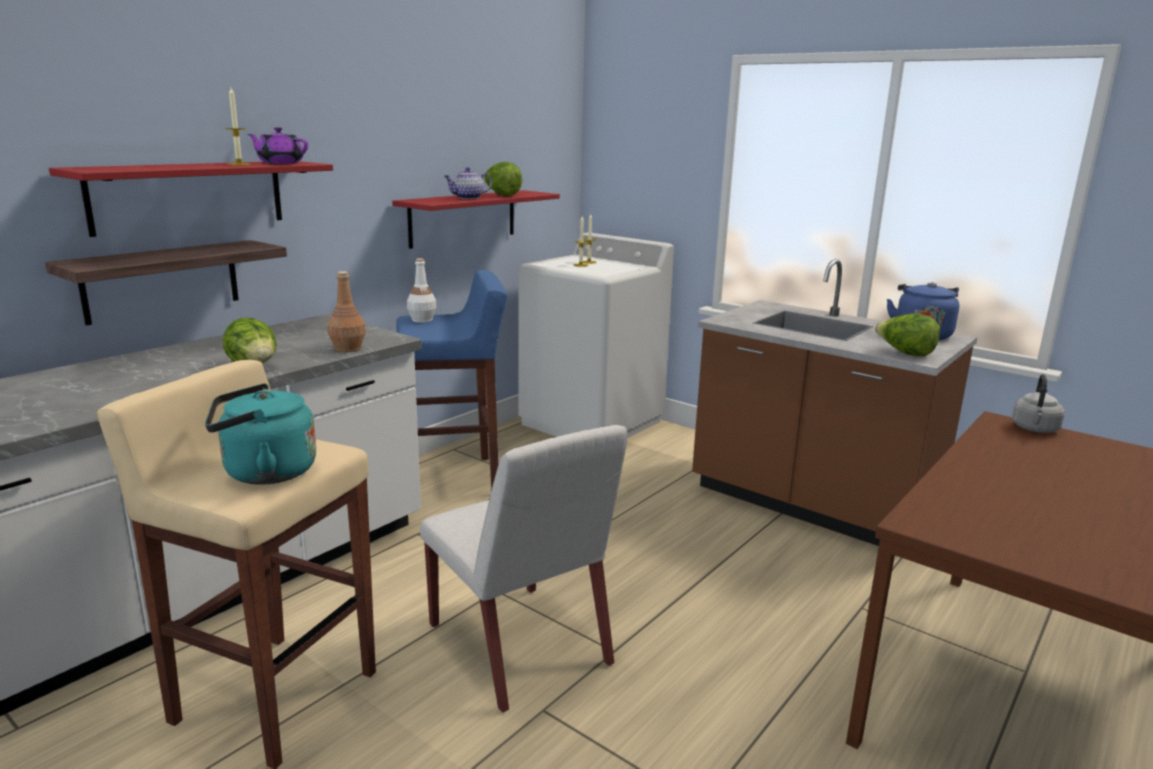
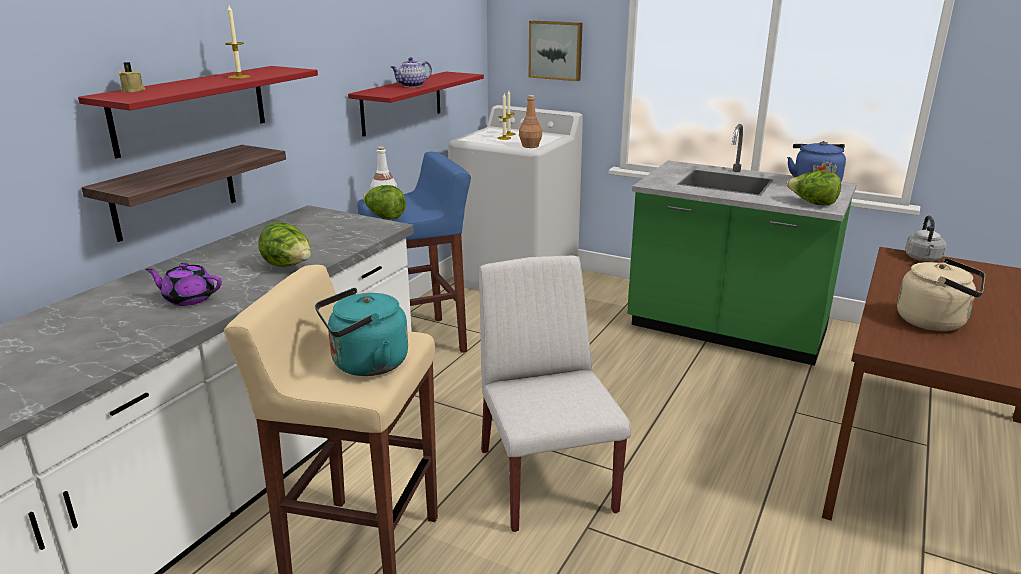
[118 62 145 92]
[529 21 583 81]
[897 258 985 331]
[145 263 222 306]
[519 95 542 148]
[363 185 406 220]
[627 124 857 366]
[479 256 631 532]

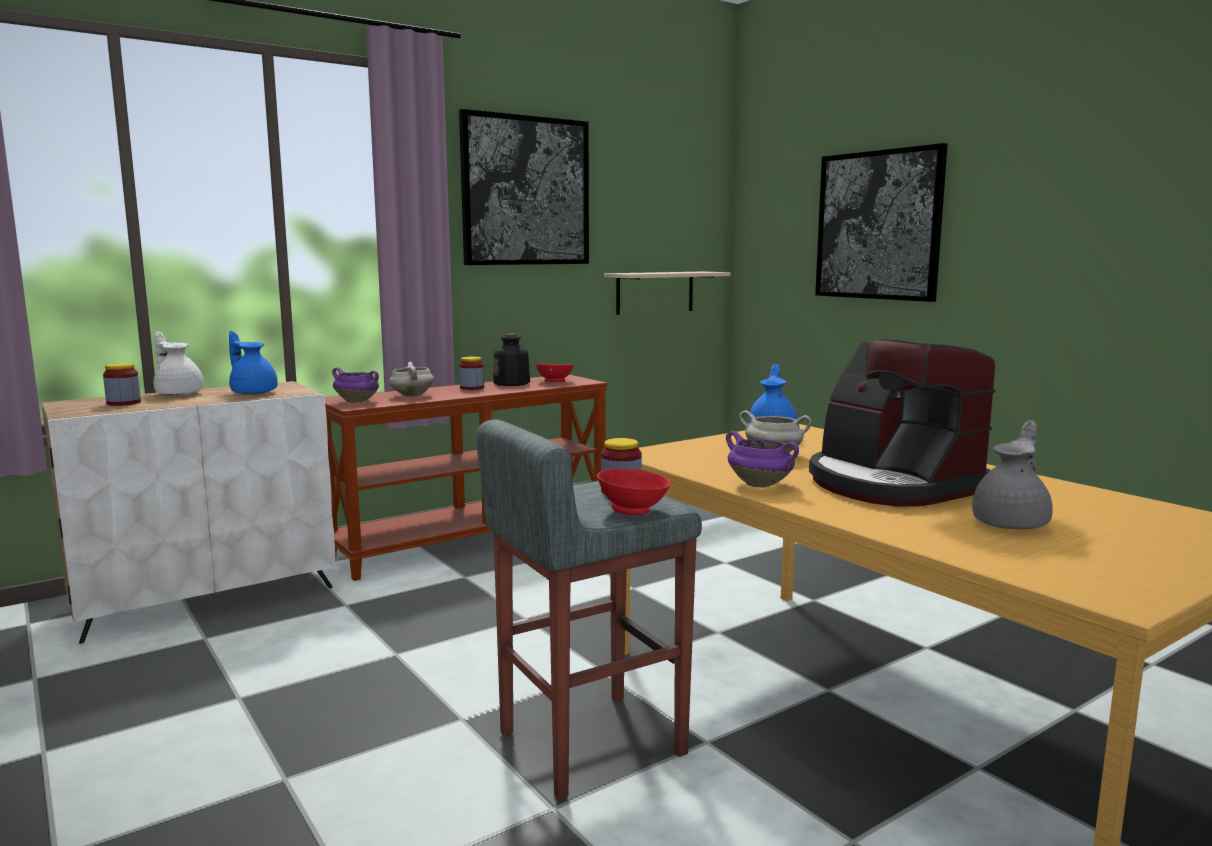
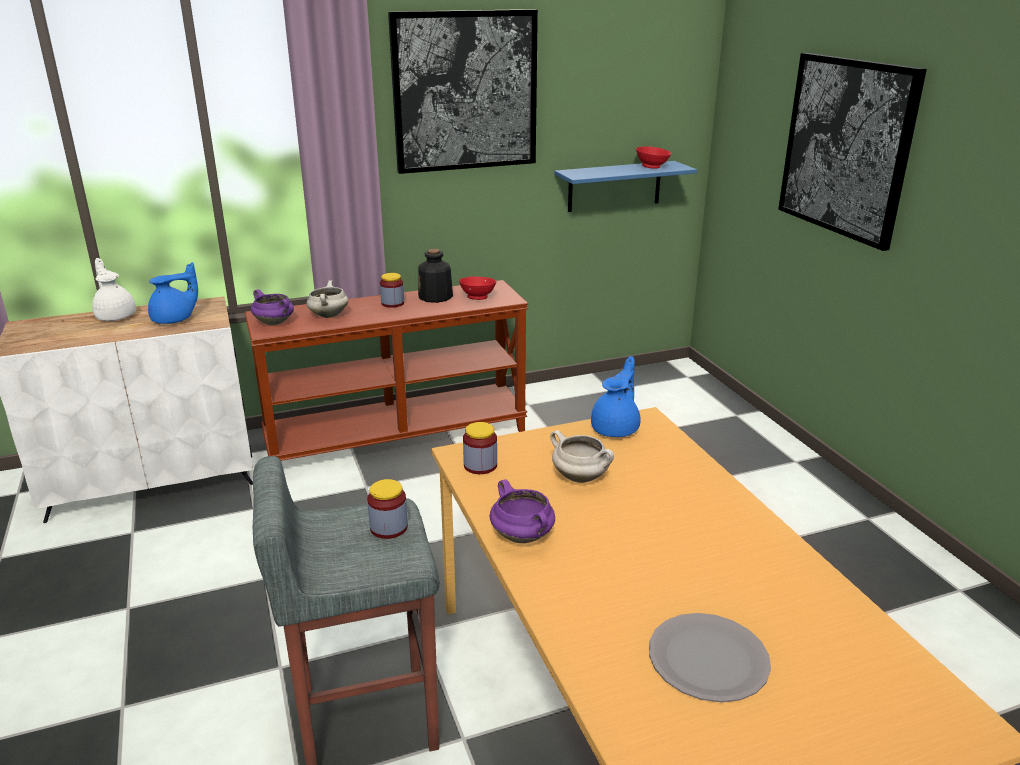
[809 338 996 507] (first image)
[463 422 497 474]
[636 146 672 169]
[649 613 771 703]
[554 161 697 212]
[148 262 198 324]

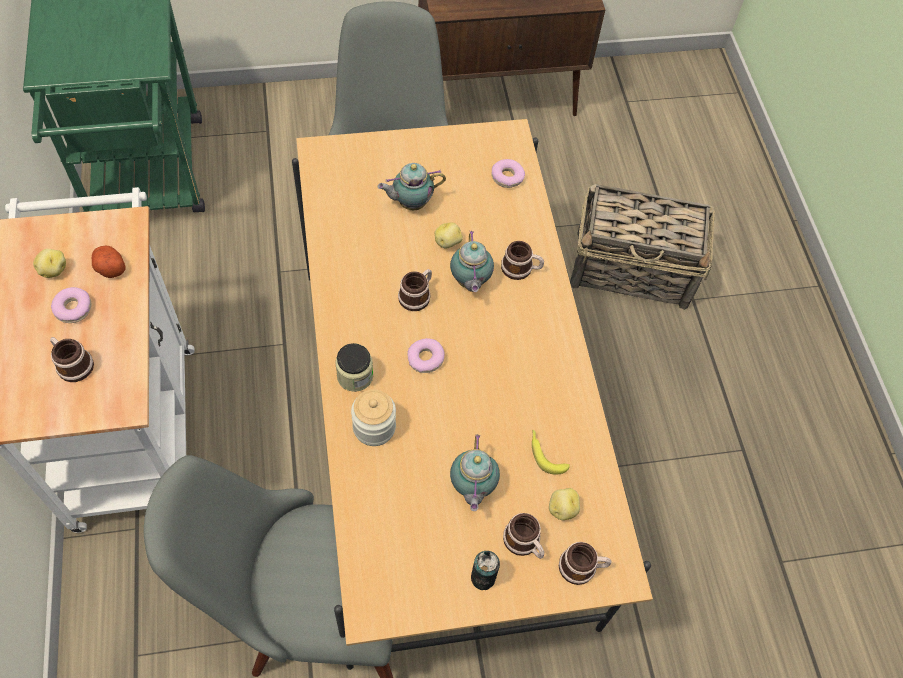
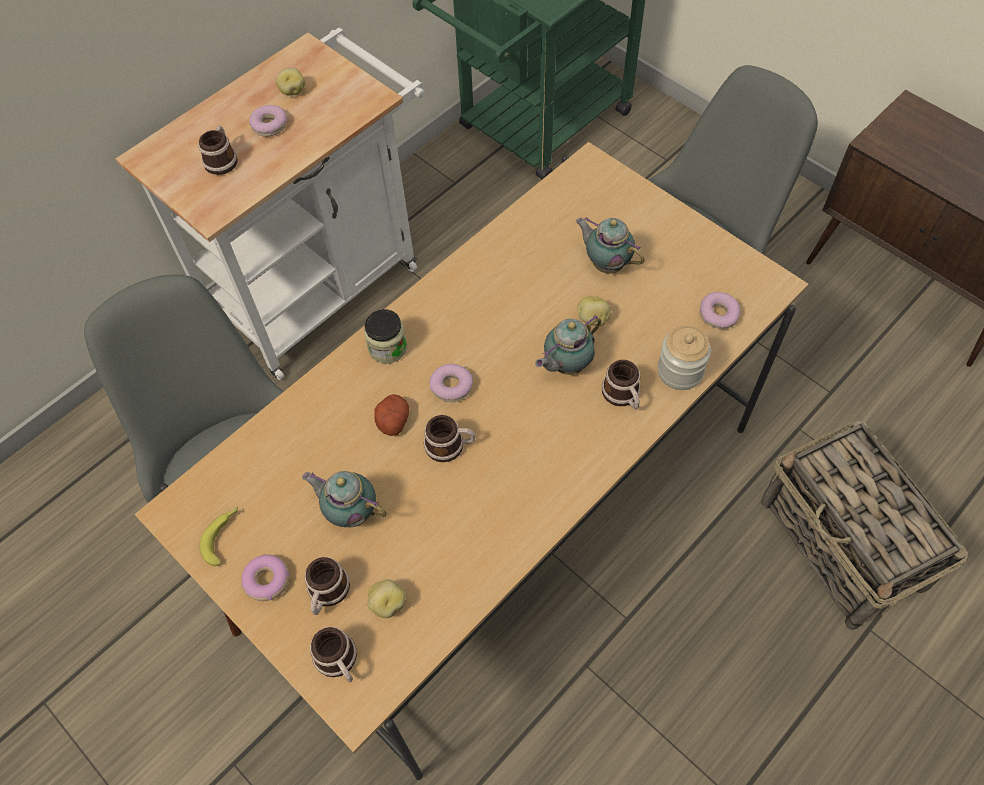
[374 394 409 436]
[658 326 711 390]
[424 415 476 462]
[199 507 238 566]
[241 555 290 601]
[302 471 387 527]

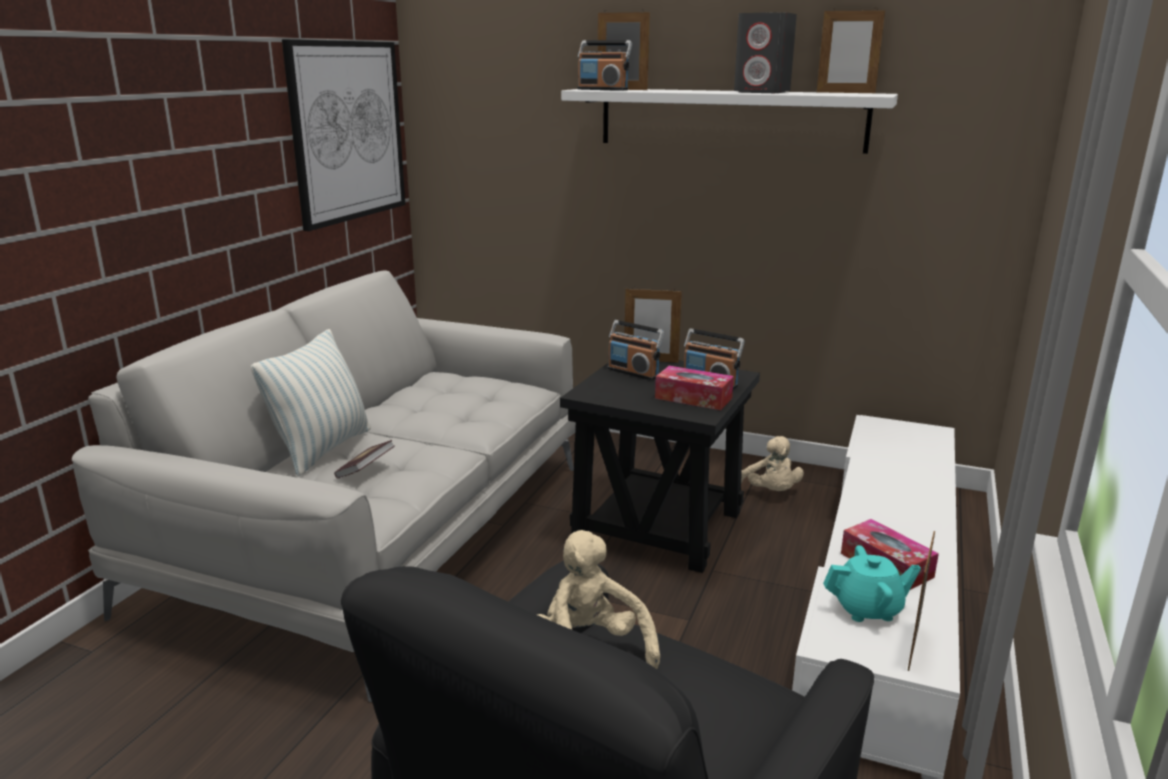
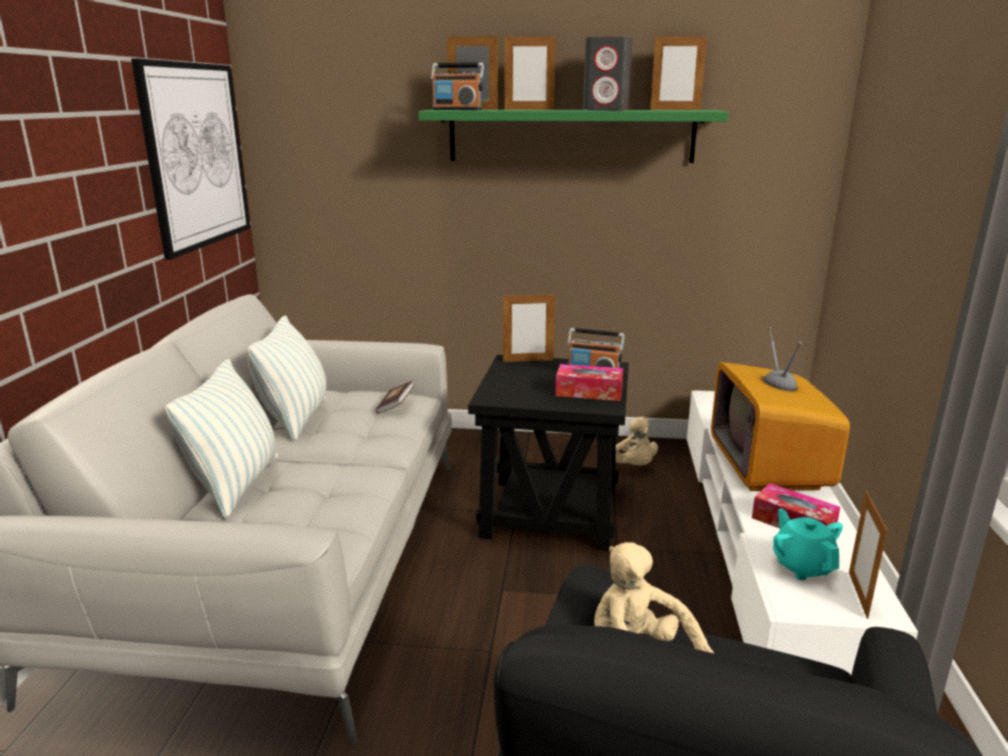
[608 320 664 380] (first image)
[247 316 327 441]
[505 34 556 110]
[711 327 850 491]
[376 381 415 414]
[418 109 729 163]
[773 509 843 580]

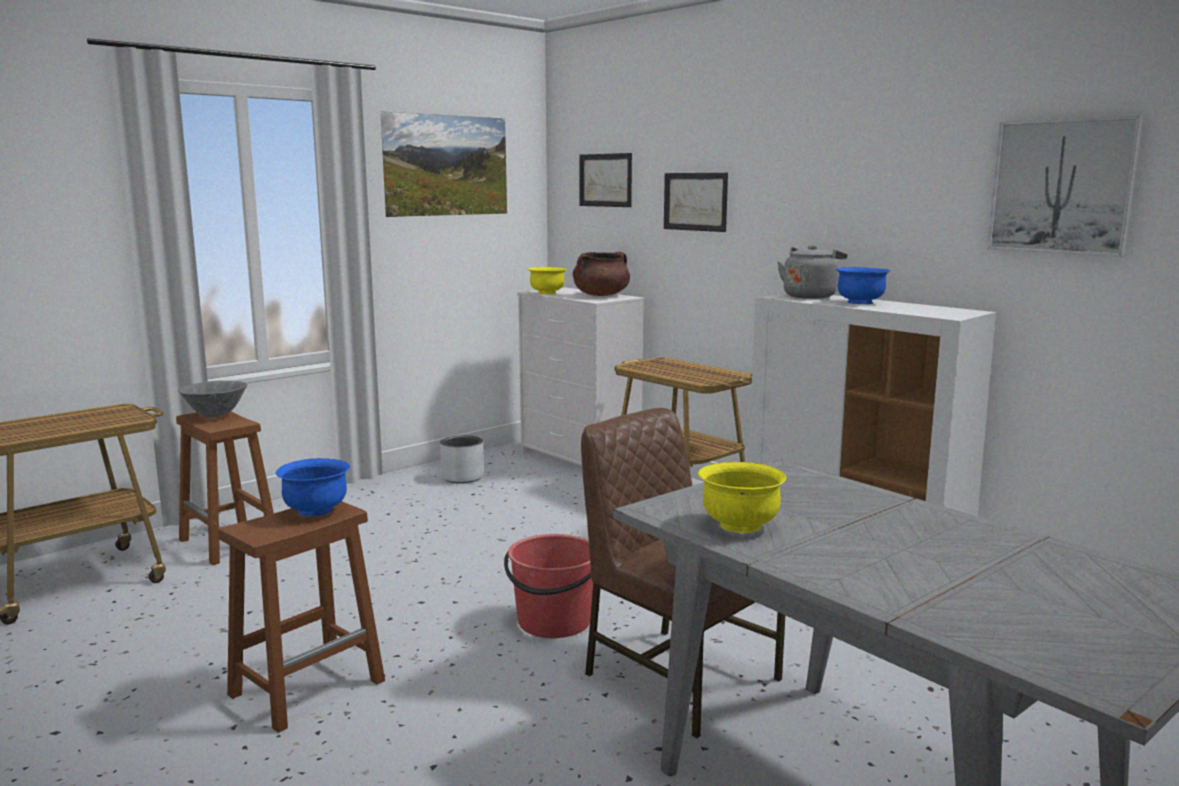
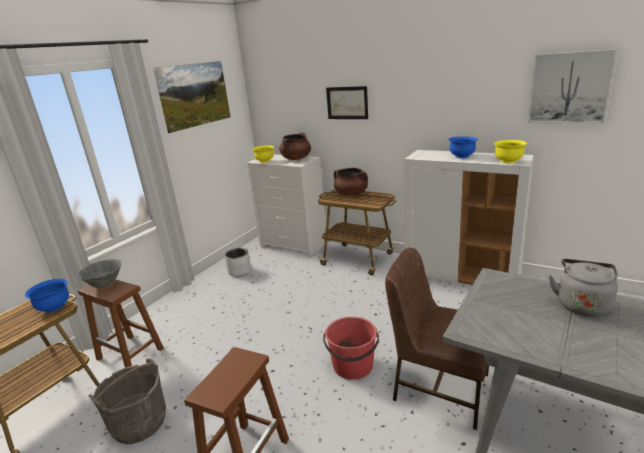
[579 153 632 207] (first image)
[89 358 166 444]
[334 168 368 196]
[25 279 69 313]
[493 140 527 163]
[548 259 618 317]

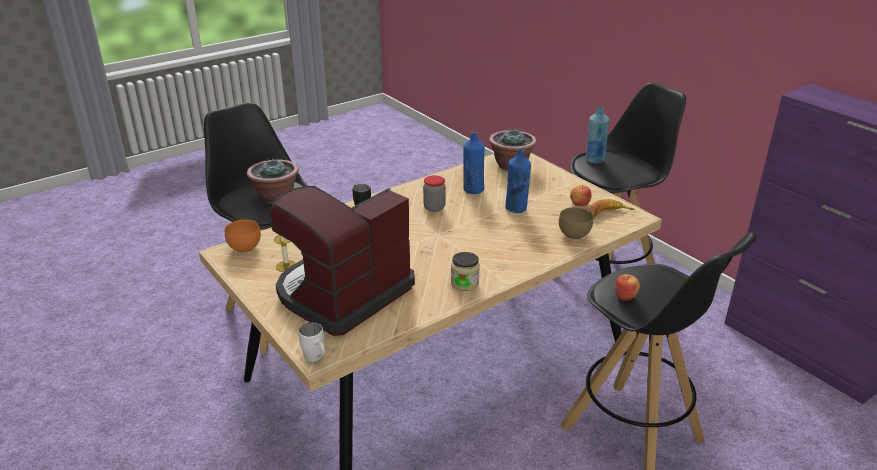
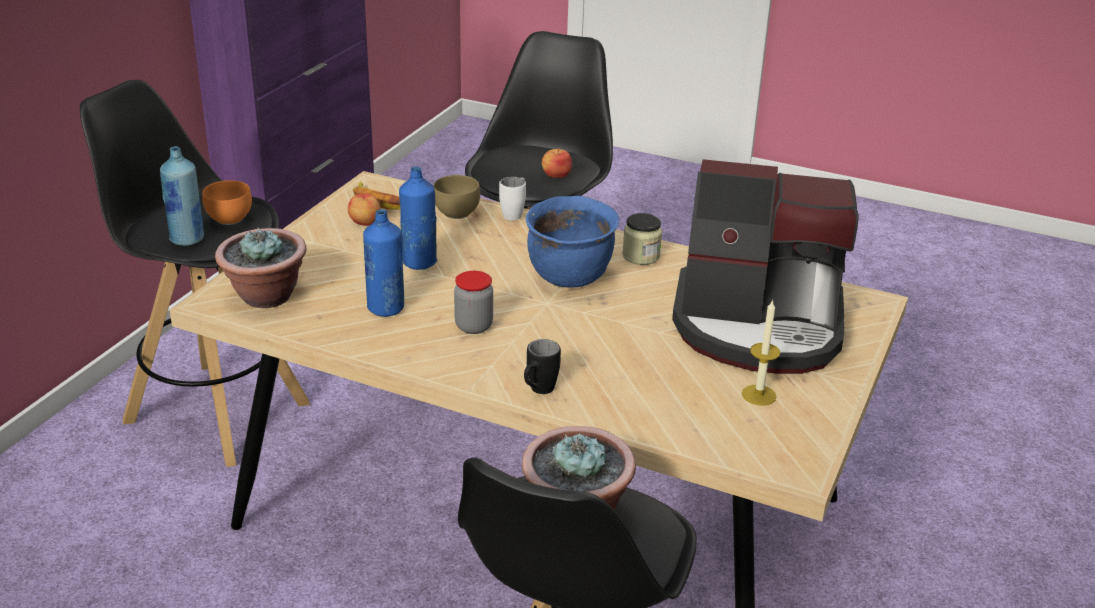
[526 196 620 288]
[202 180 252 225]
[499 176 526 221]

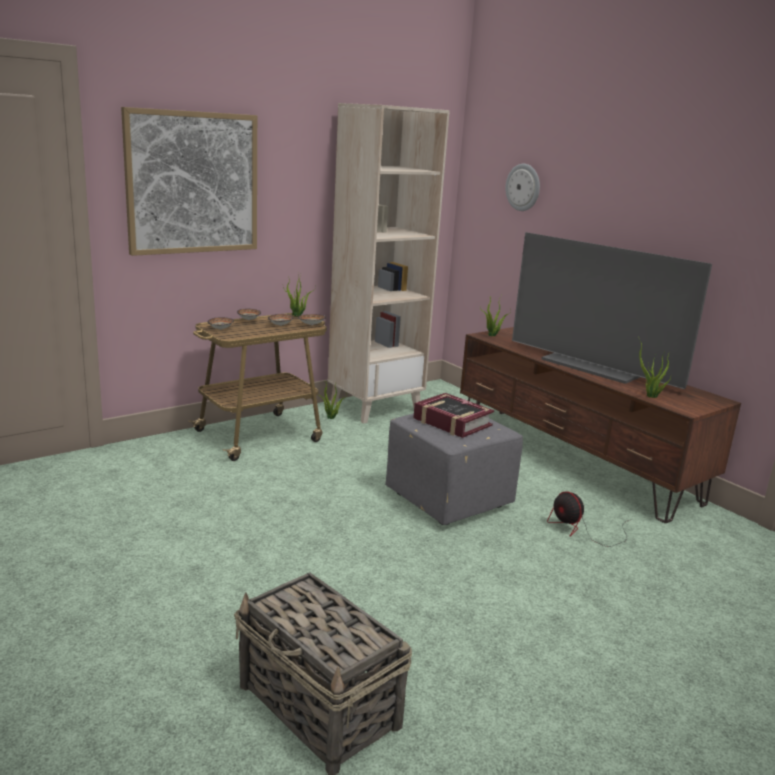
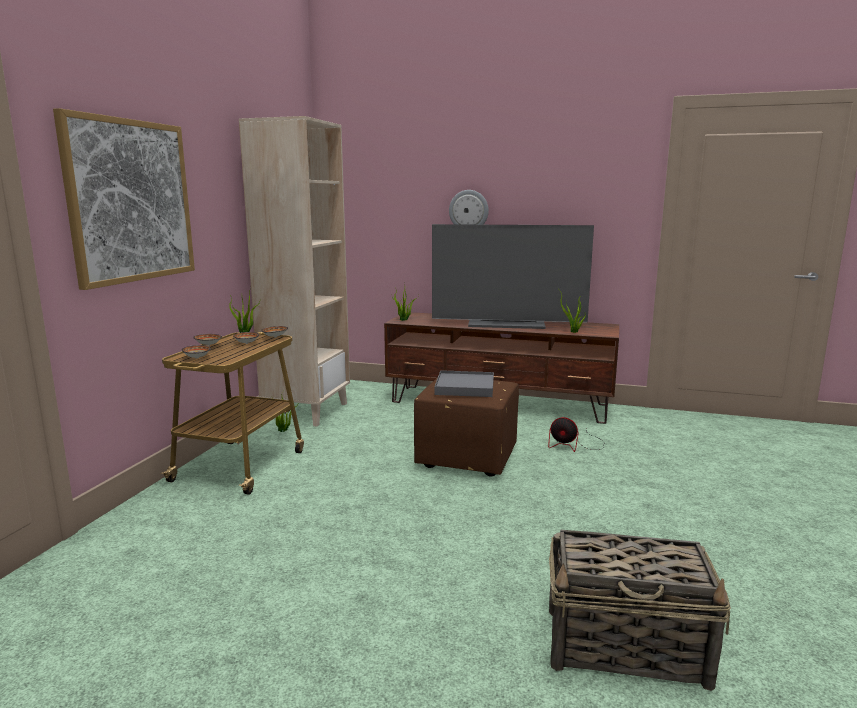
[449 190 489 225]
[435 370 494 397]
[414 379 519 477]

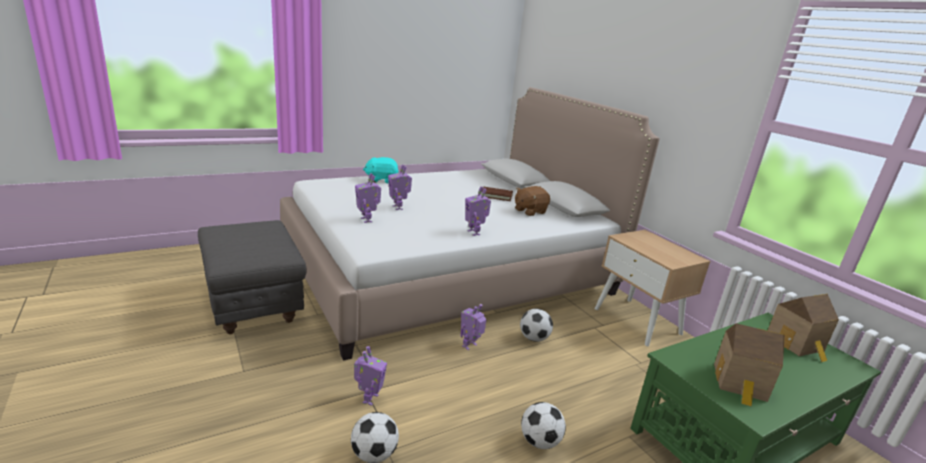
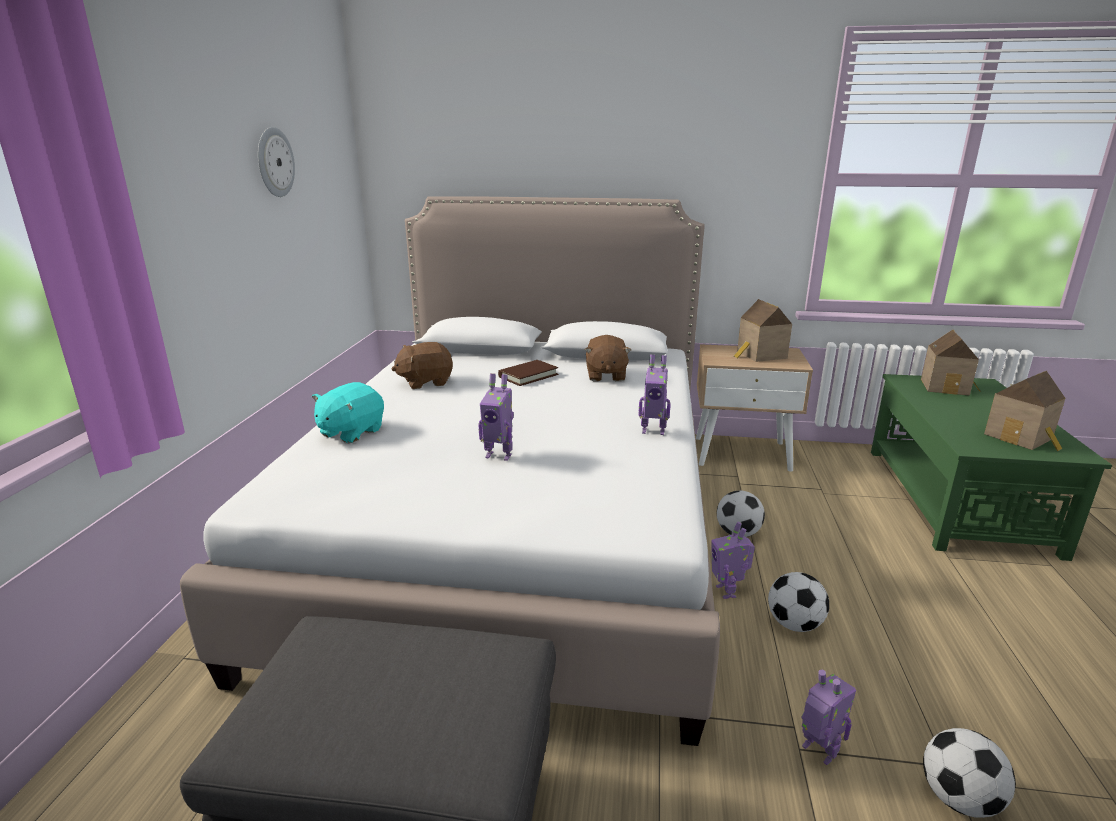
[355 173 381 223] (first image)
[258 127 295 197]
[392 342 453 389]
[734 299 792 362]
[768 572 829 632]

